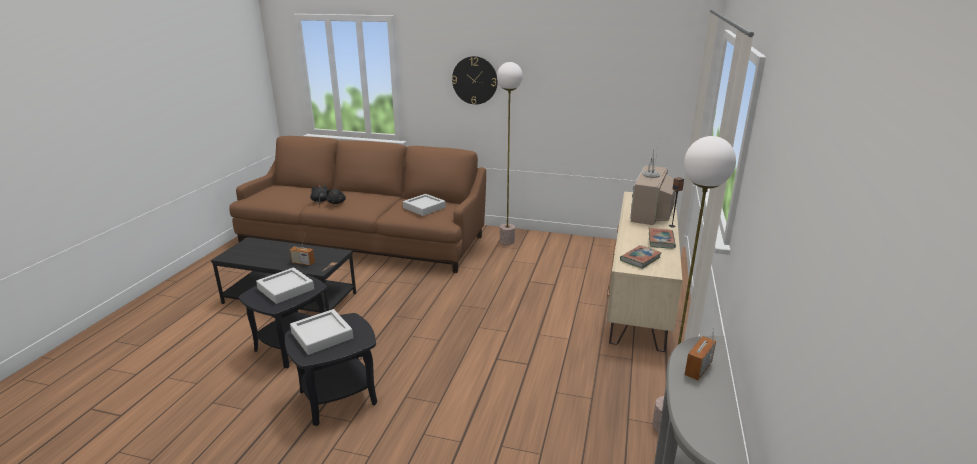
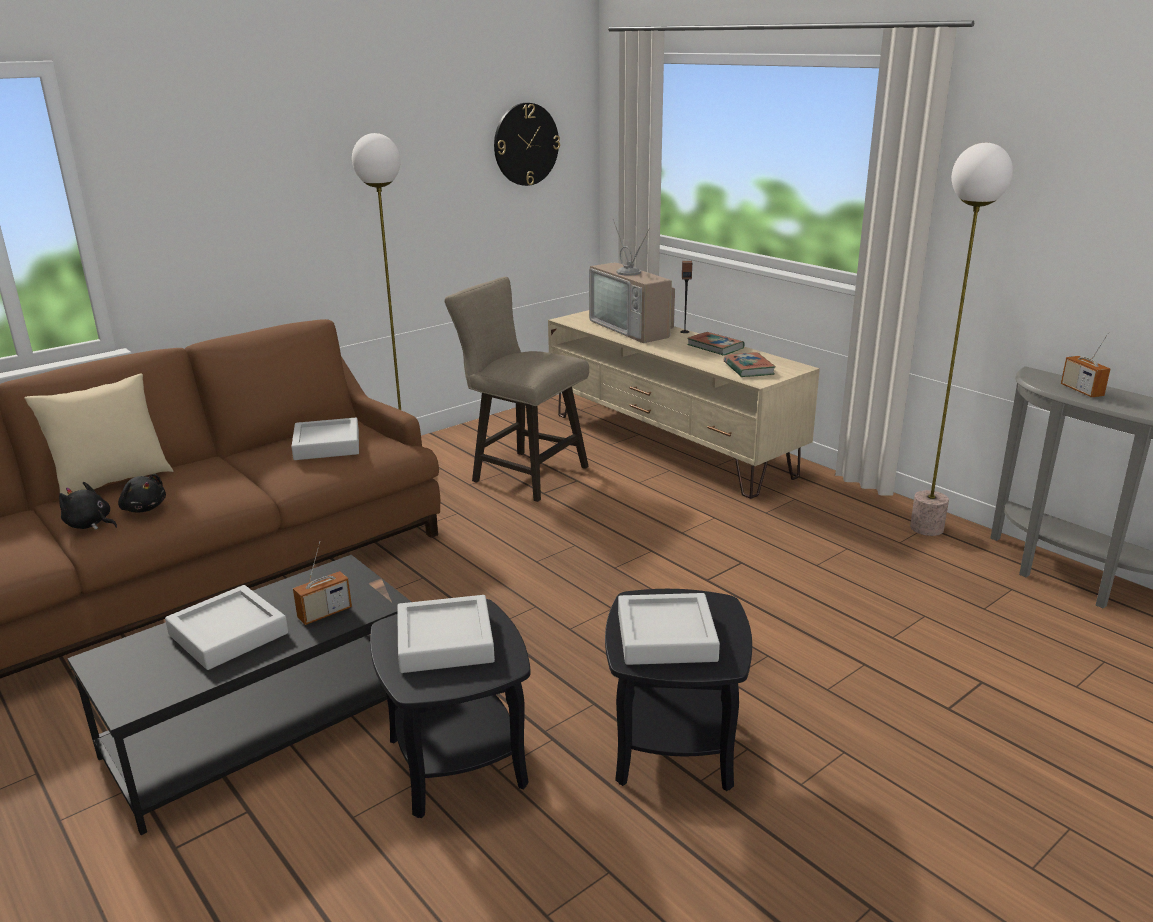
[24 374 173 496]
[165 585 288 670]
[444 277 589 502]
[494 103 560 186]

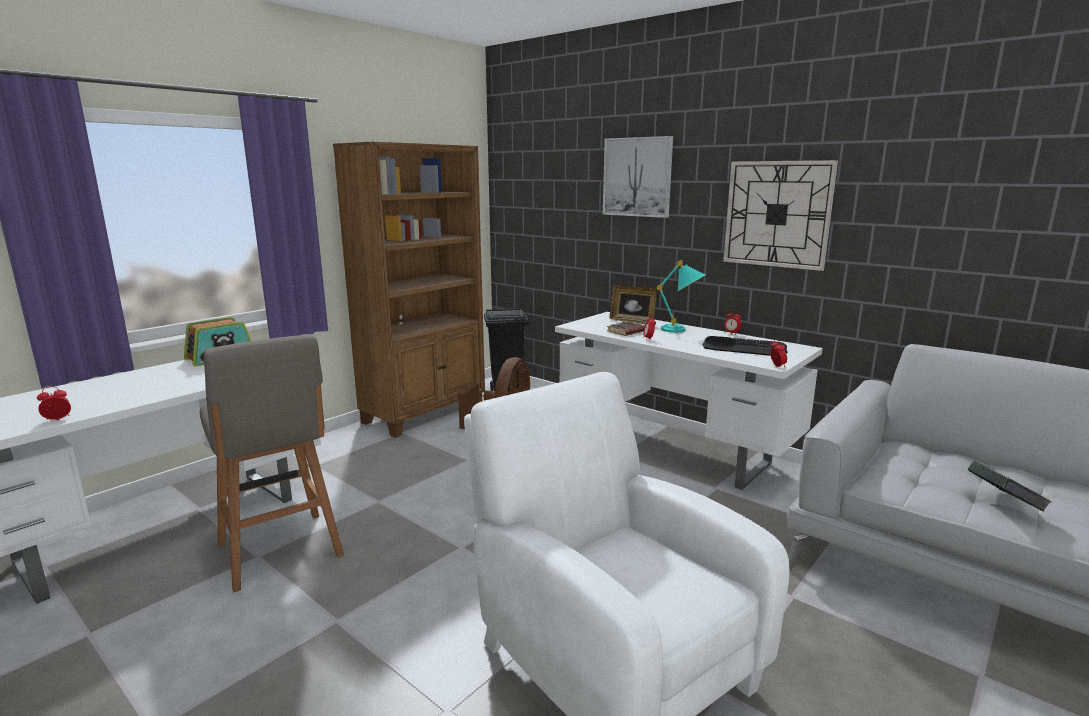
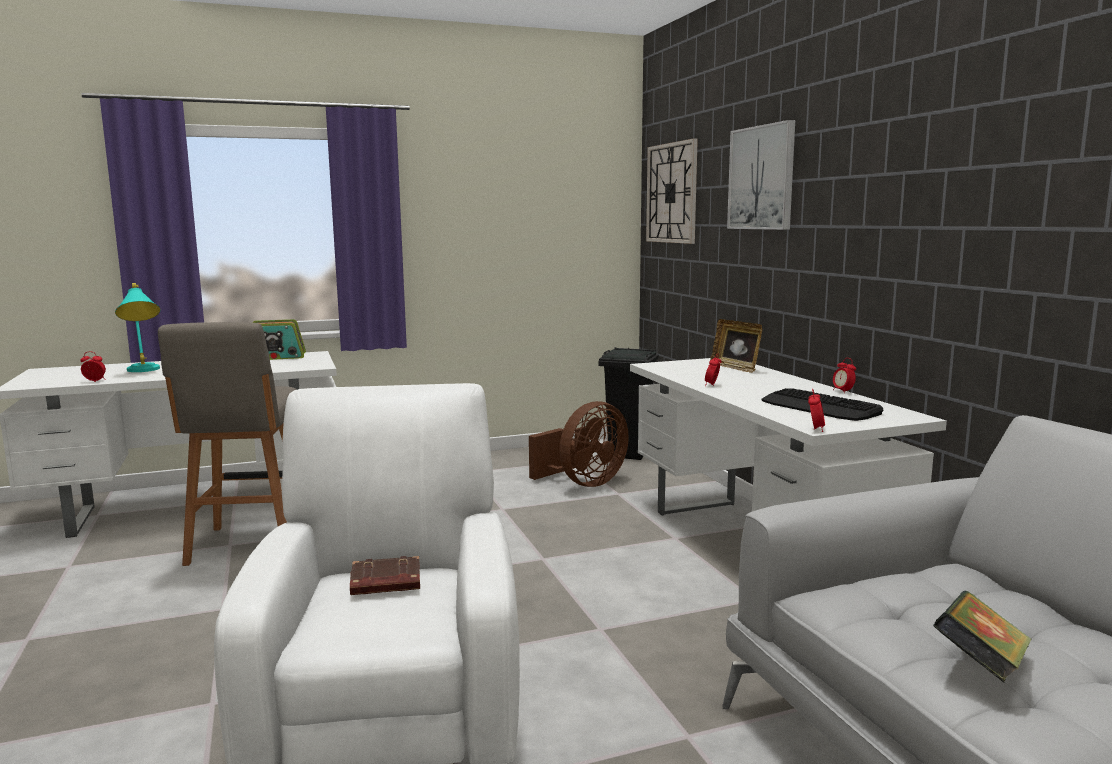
[333 142 485 438] (first image)
[350 556 420 595]
[115 283 160 372]
[646 138 698 244]

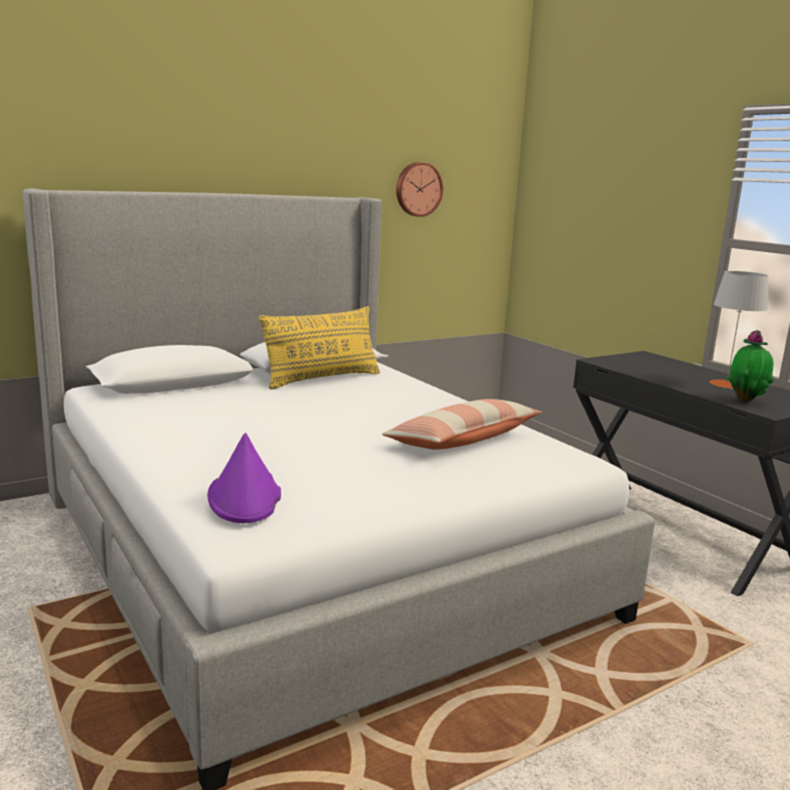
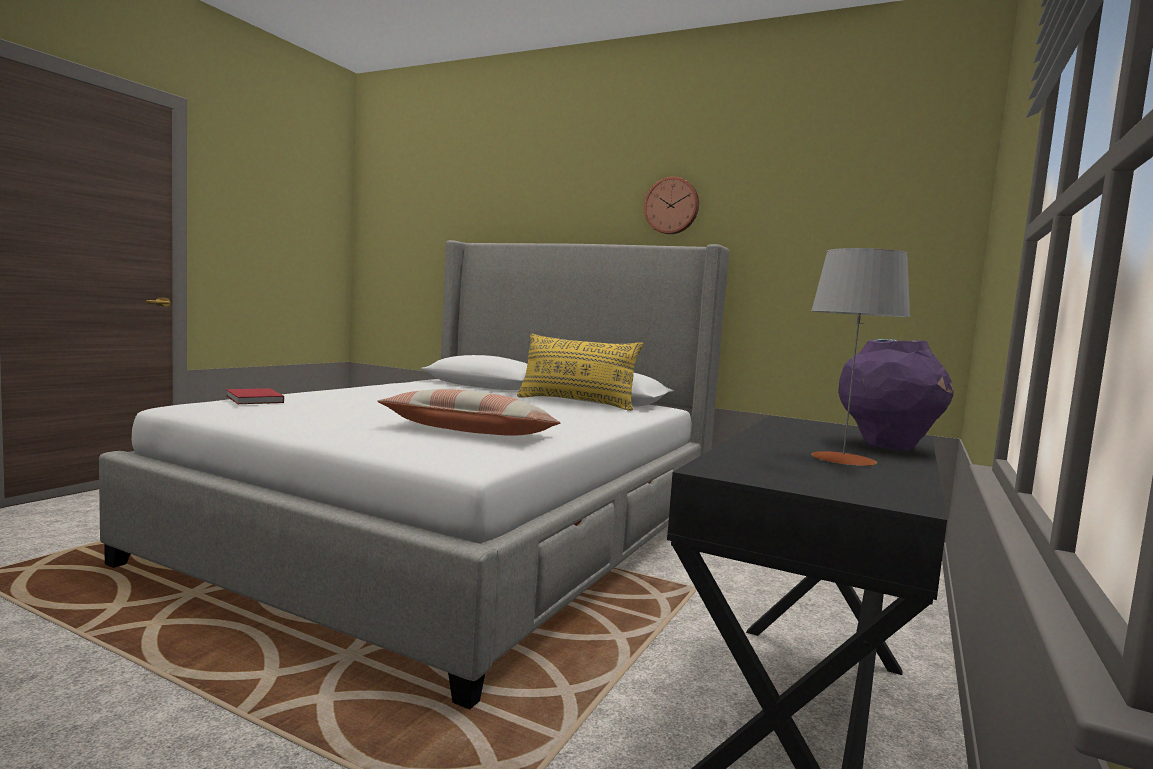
[728 330 774 402] (first image)
[838 339 954 450]
[644 177 699 234]
[226 388 284 404]

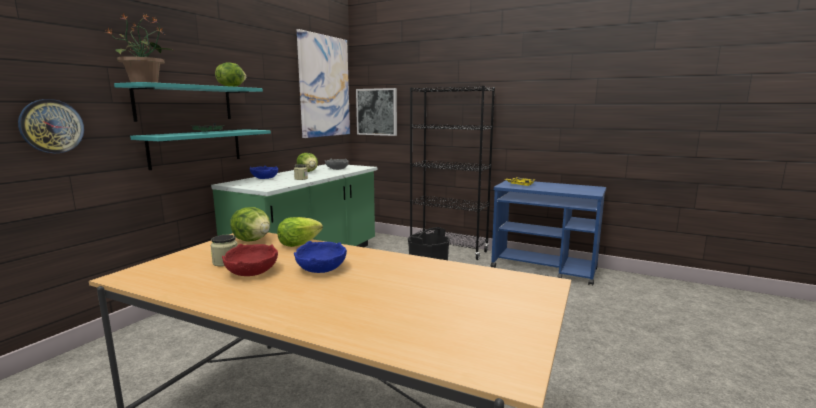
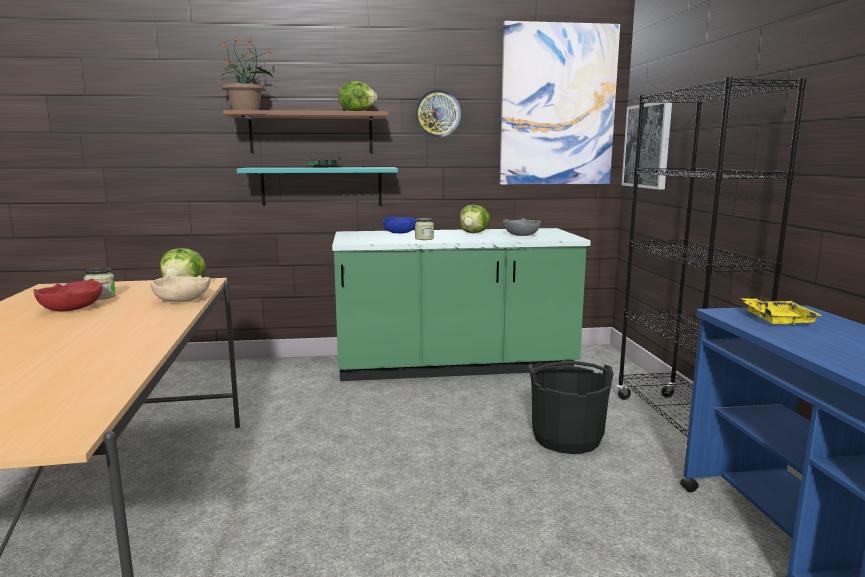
[294 241 347 273] (first image)
[414 89 461 138]
[150 275 210 302]
[223 110 388 153]

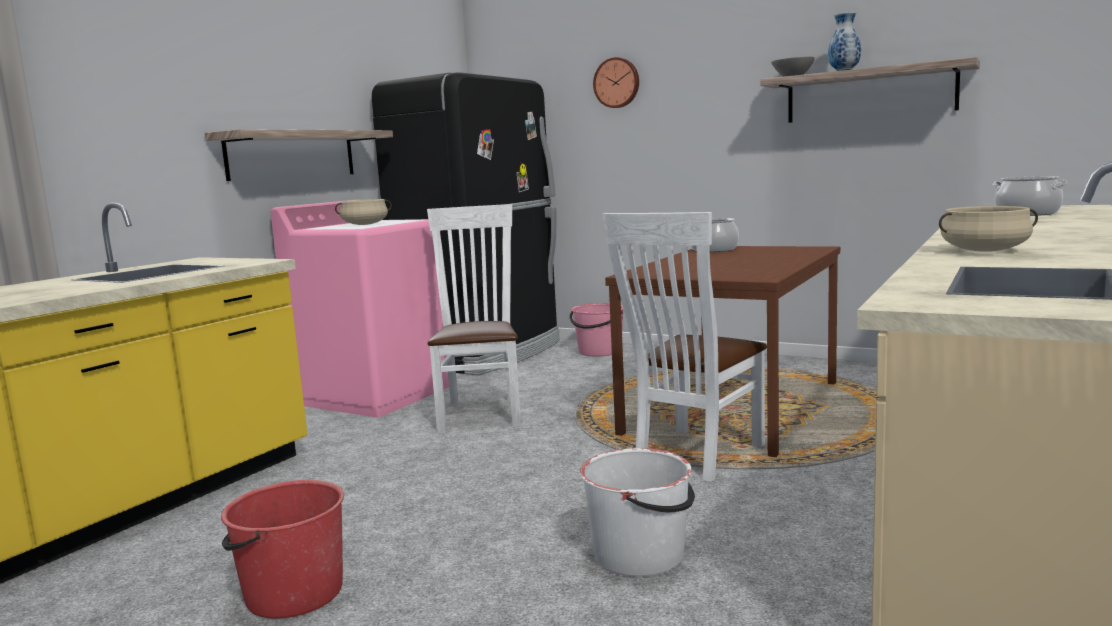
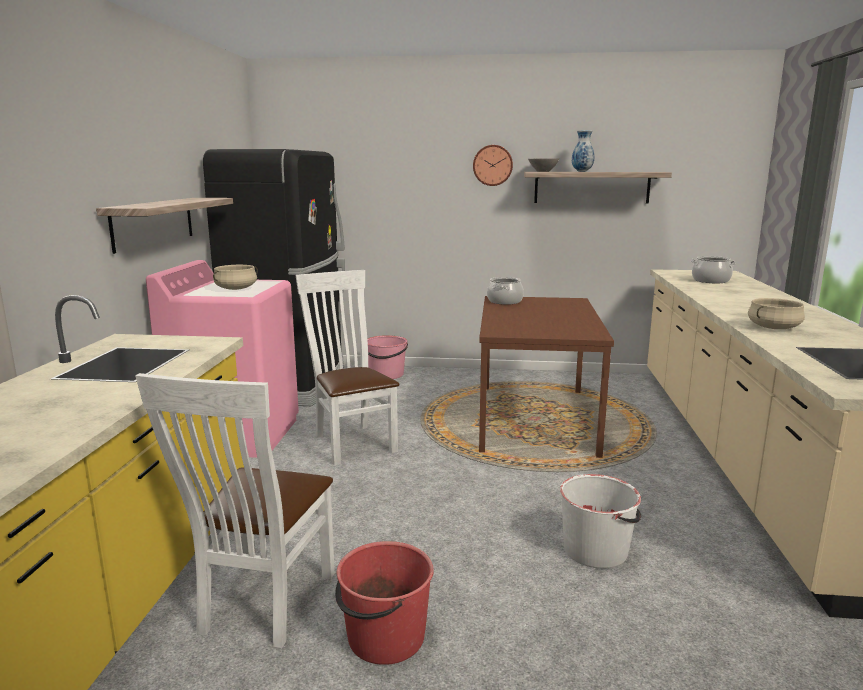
[473 145 513 186]
[135 373 335 648]

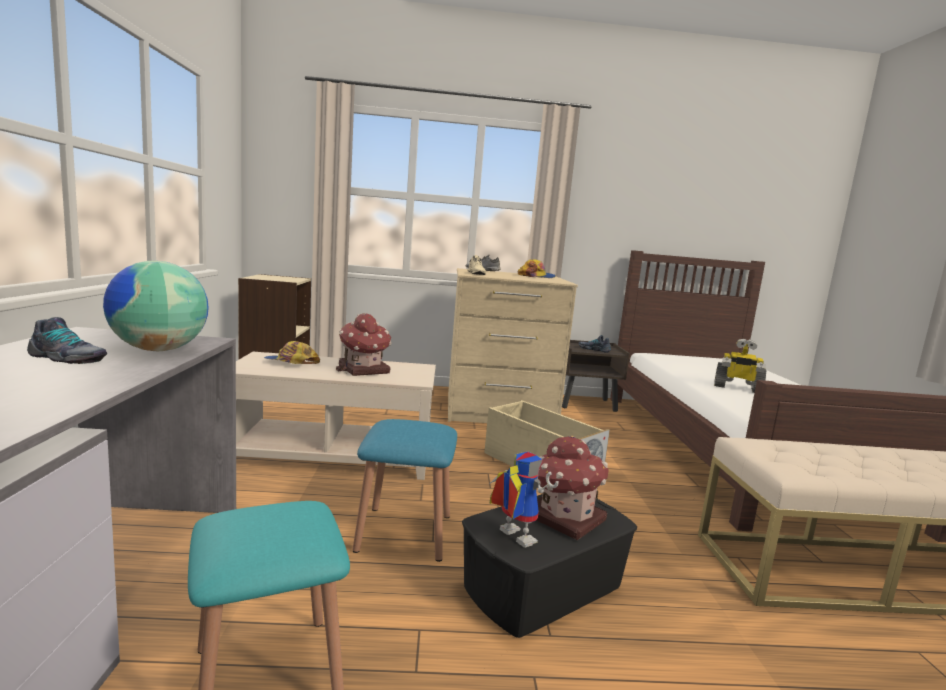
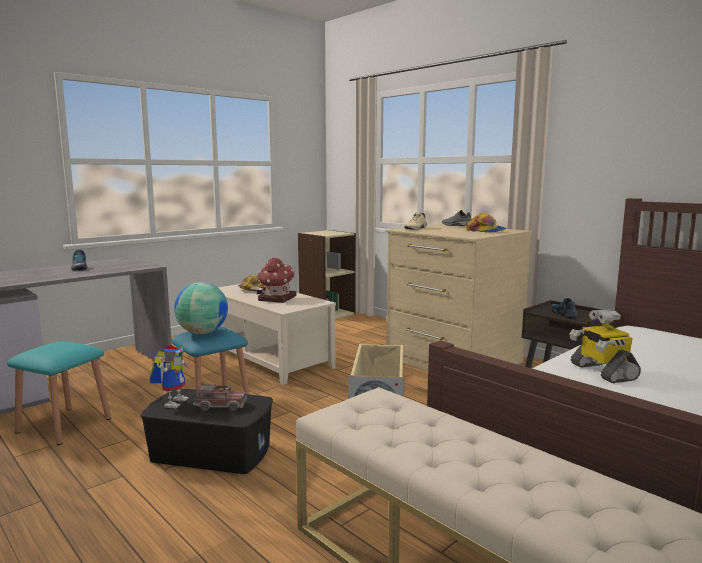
[174 282 228 334]
[193 384 247 411]

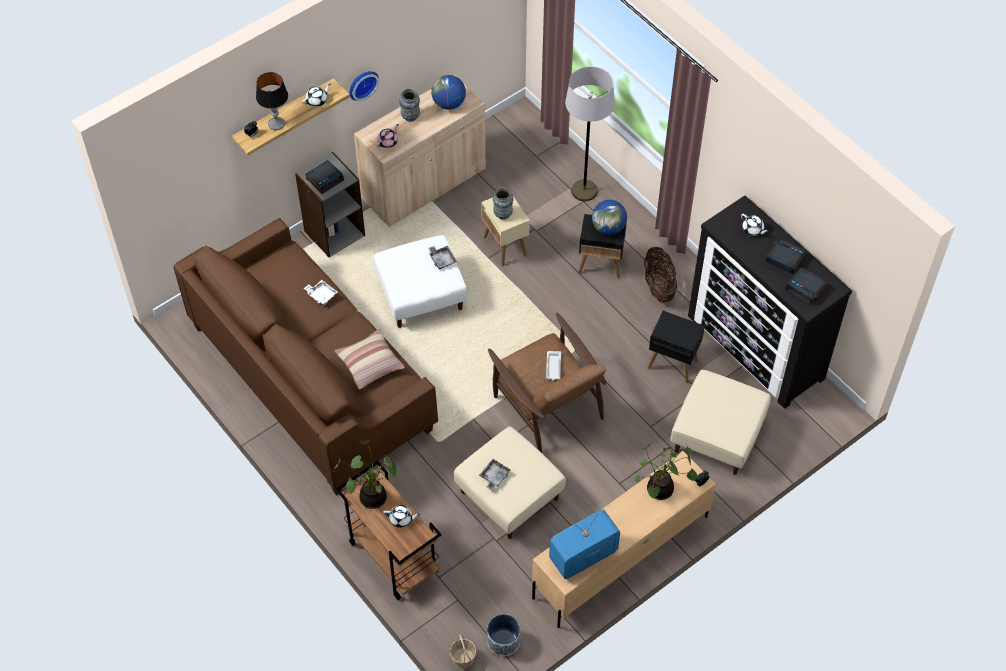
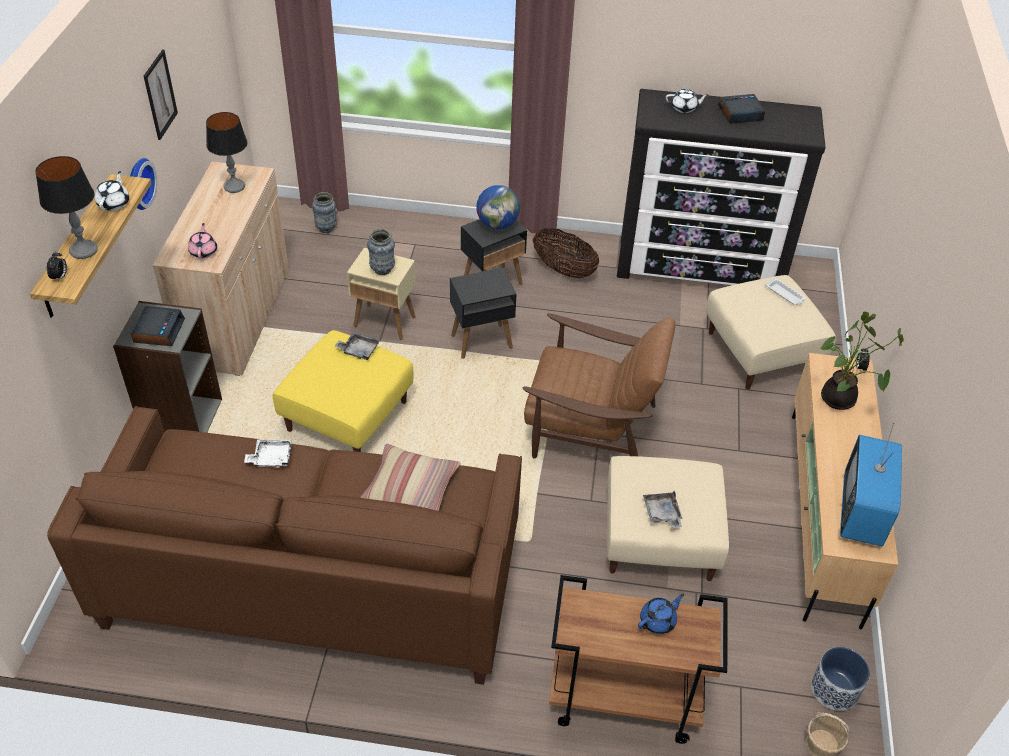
[333 440 397 509] (first image)
[565 66 615 201] (first image)
[785 267 828 305] (first image)
[144 50 178 140]
[312 192 337 233]
[765 277 806 305]
[450 268 516 359]
[206 112 248 193]
[273 330 413 452]
[638 594 684 634]

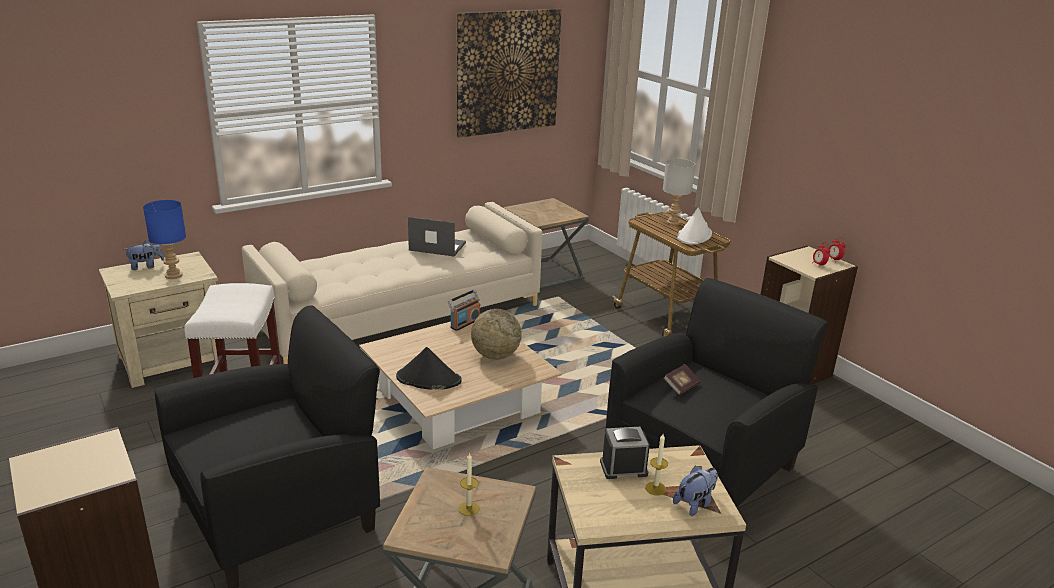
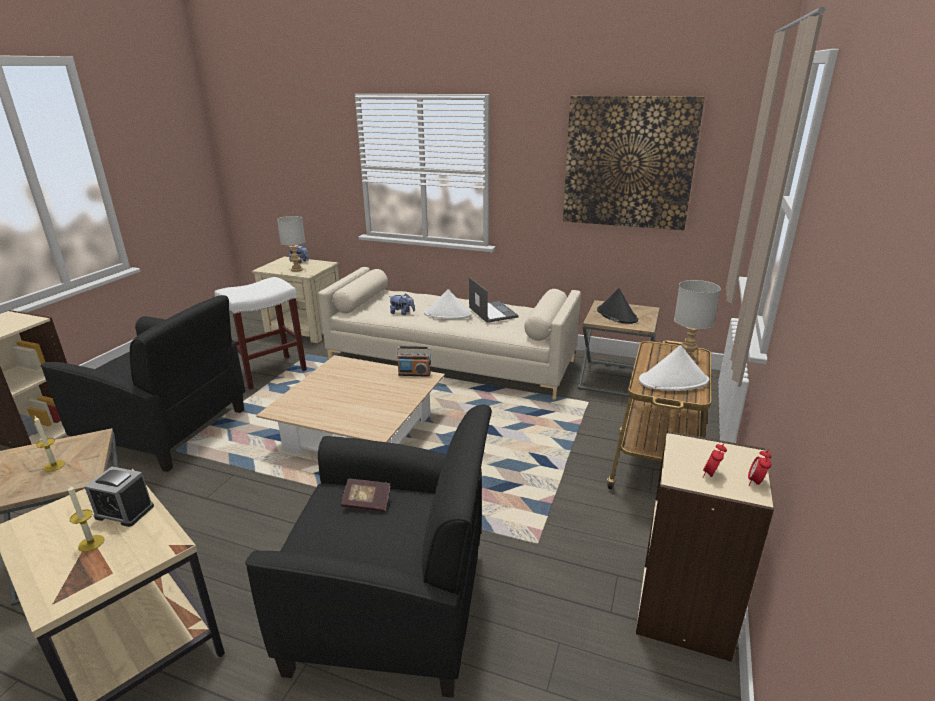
[471 309 522 360] (first image)
[424 289 472 319]
[597 288 638 324]
[389 293 415 315]
[277 216 305 272]
[84 466 154 527]

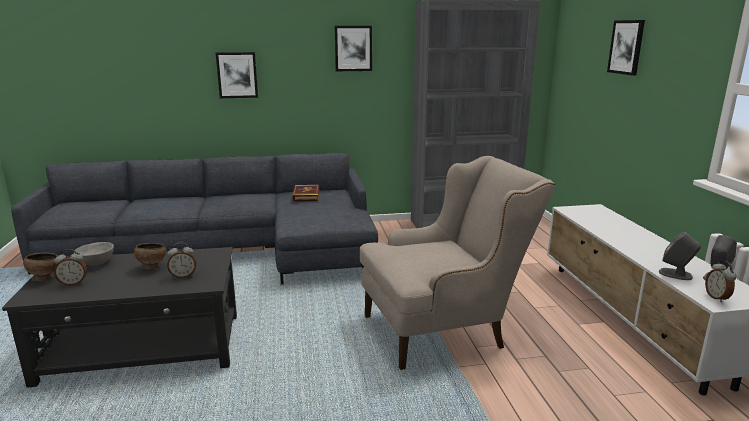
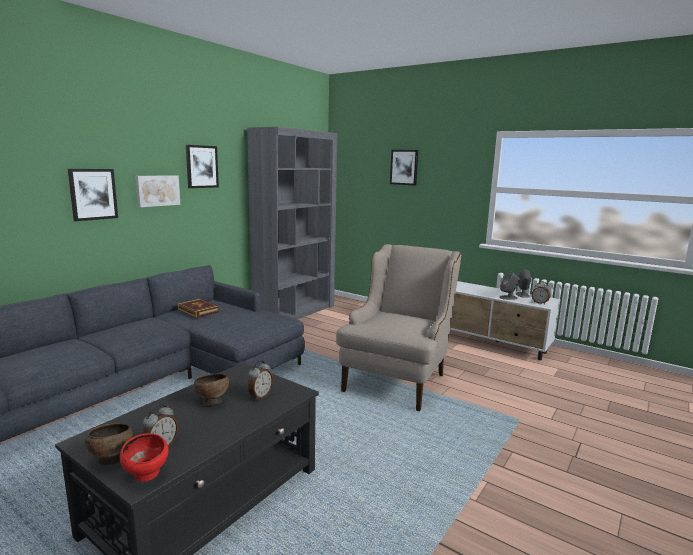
[75 242 114 266] (first image)
[120 433 169 482]
[135 175 180 207]

